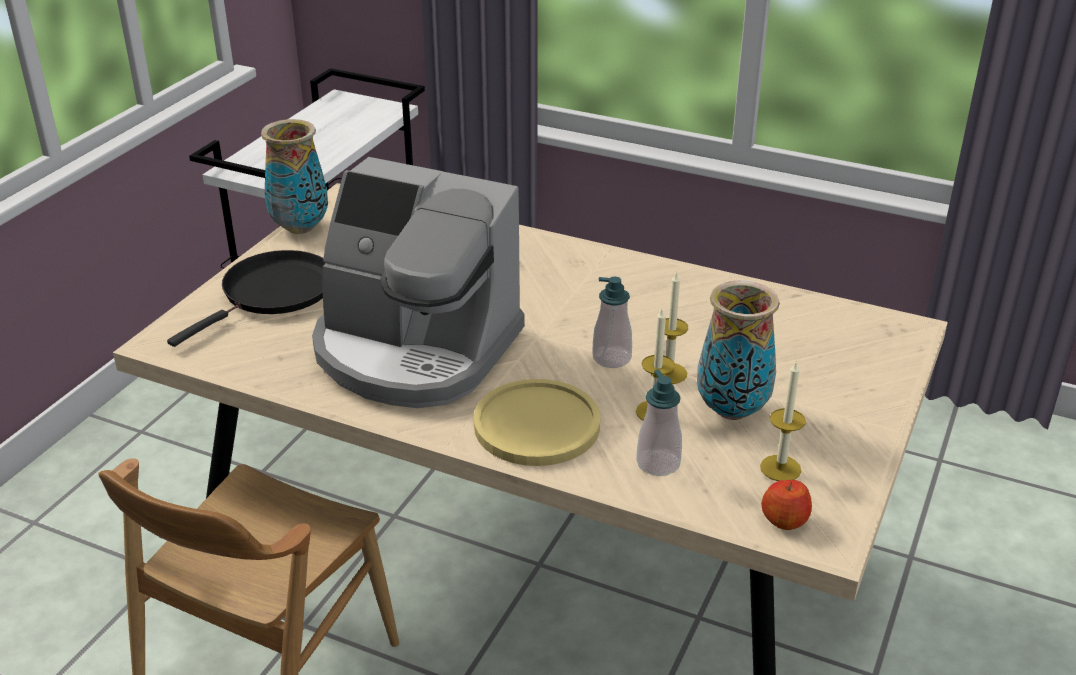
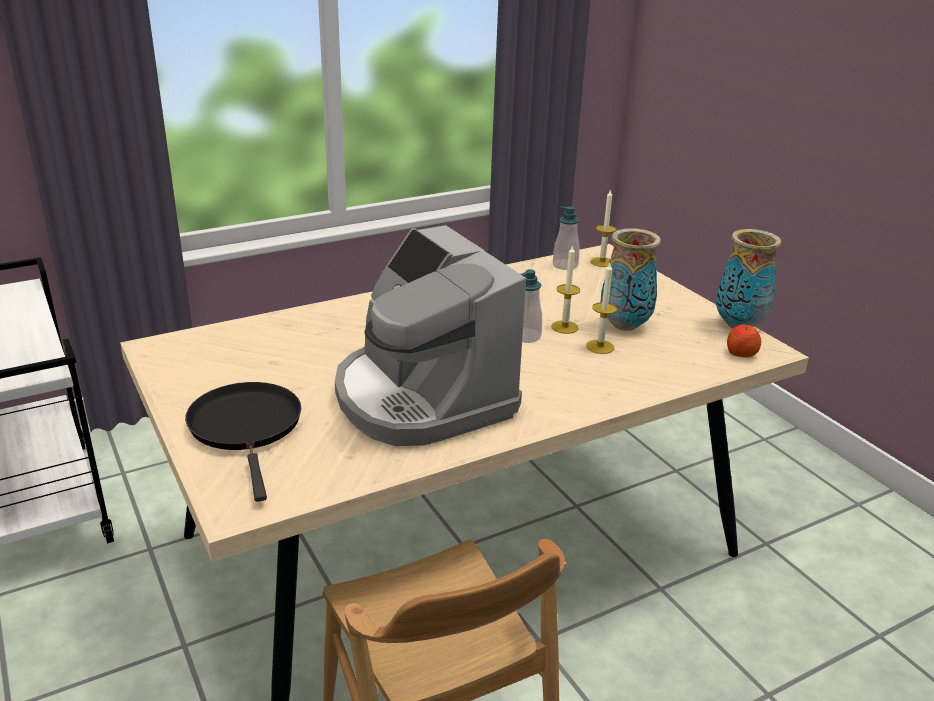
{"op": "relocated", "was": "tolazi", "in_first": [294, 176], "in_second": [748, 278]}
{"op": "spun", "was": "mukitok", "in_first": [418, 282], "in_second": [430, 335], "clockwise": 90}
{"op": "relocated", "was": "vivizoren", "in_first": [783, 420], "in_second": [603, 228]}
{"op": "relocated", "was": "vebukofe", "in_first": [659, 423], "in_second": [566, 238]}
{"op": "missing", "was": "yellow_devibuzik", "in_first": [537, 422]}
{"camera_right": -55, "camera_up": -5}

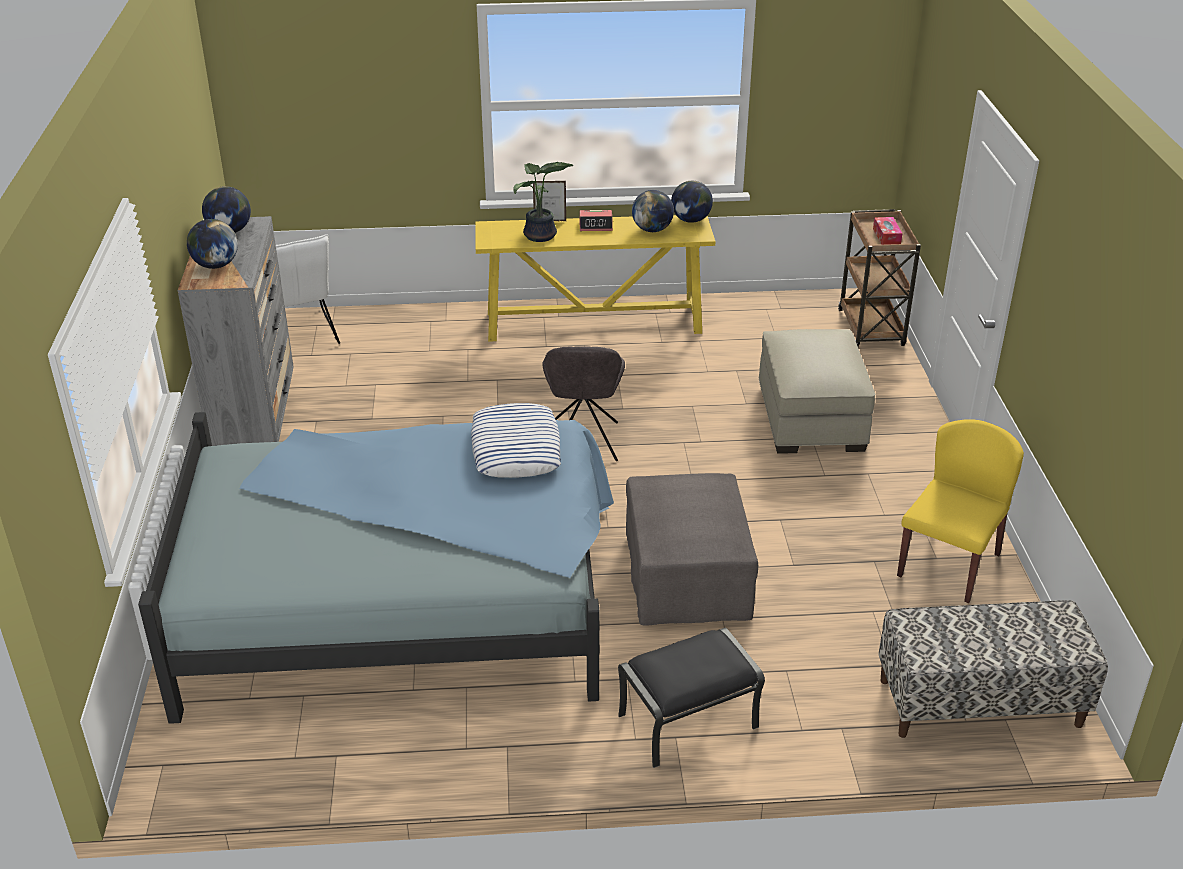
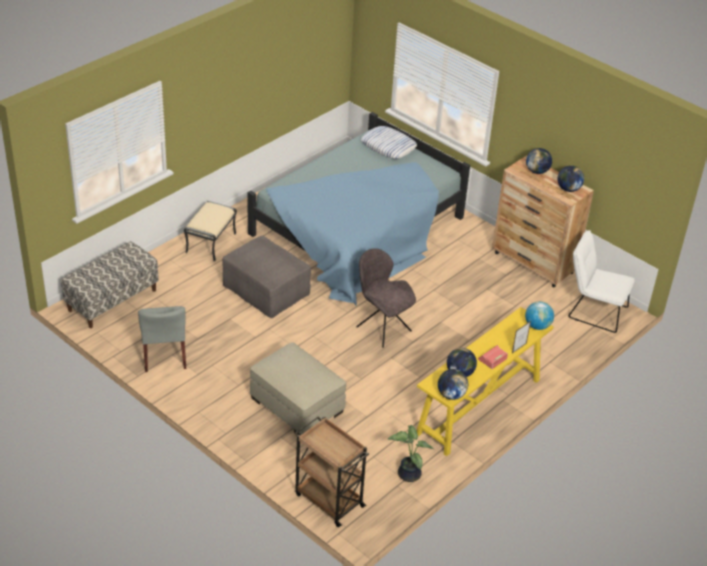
{"op": "relocated", "was": "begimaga", "in_first": [543, 202], "in_second": [411, 453]}
{"op": "colour", "was": "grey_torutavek", "now": "brown_torutavek", "in_first": [236, 331], "in_second": [543, 221]}
{"op": "missing", "was": "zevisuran", "in_first": [888, 231]}
{"op": "relocated", "was": "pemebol", "in_first": [516, 440], "in_second": [389, 142]}
{"op": "colour", "was": "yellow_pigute", "now": "grey_pigute", "in_first": [960, 511], "in_second": [162, 339]}
{"op": "colour", "was": "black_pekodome", "now": "beige_pekodome", "in_first": [691, 698], "in_second": [210, 231]}
{"op": "appeared", "now": "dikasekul", "in_second": [539, 315]}
{"camera_right": 135, "camera_up": 5}

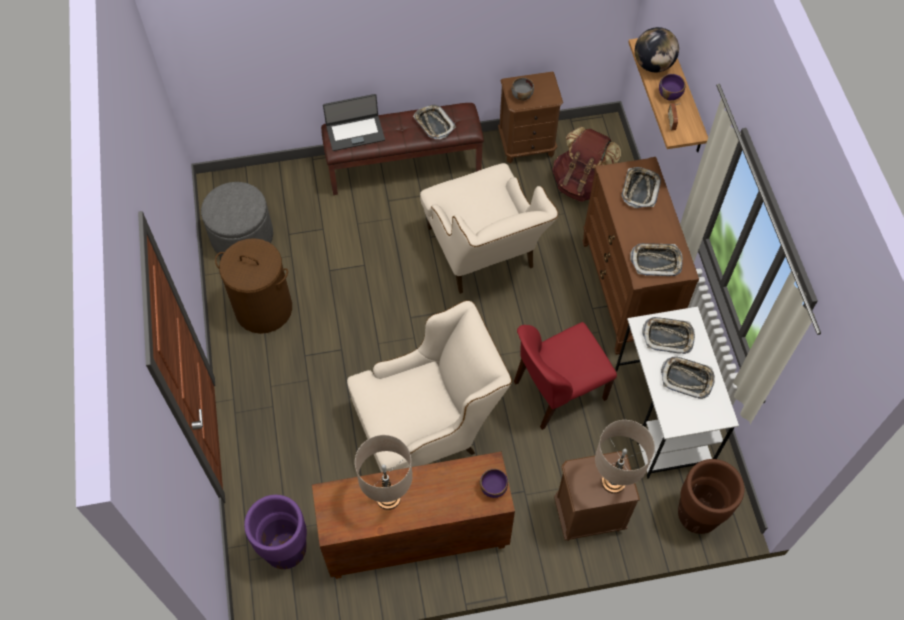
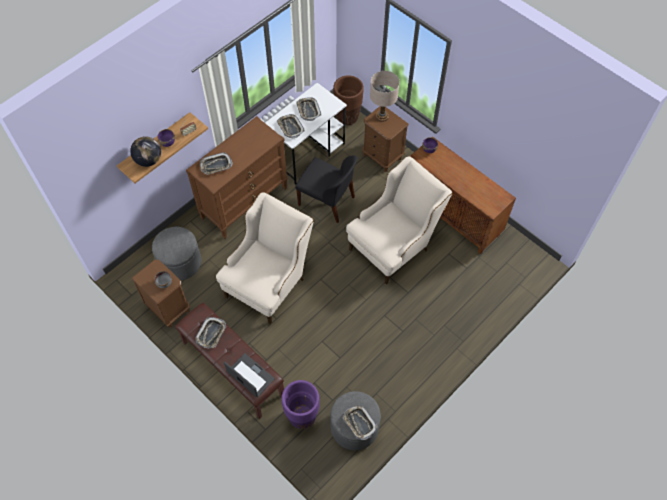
{"op": "exchanged", "was": "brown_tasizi", "now": "grey_pekodome", "in_first": [587, 164], "in_second": [176, 253]}
{"op": "missing", "was": "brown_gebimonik", "in_first": [253, 286]}
{"op": "relocated", "was": "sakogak", "in_first": [656, 259], "in_second": [359, 422]}
{"op": "spun", "was": "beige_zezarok", "in_first": [429, 386], "in_second": [399, 220], "clockwise": 105}
{"op": "colour", "was": "red_pigute", "now": "black_pigute", "in_first": [565, 376], "in_second": [326, 189]}
{"op": "missing", "was": "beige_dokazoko", "in_first": [384, 472]}
{"op": "relocated", "was": "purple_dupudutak", "in_first": [275, 532], "in_second": [300, 404]}
{"camera_right": -125, "camera_up": 0}

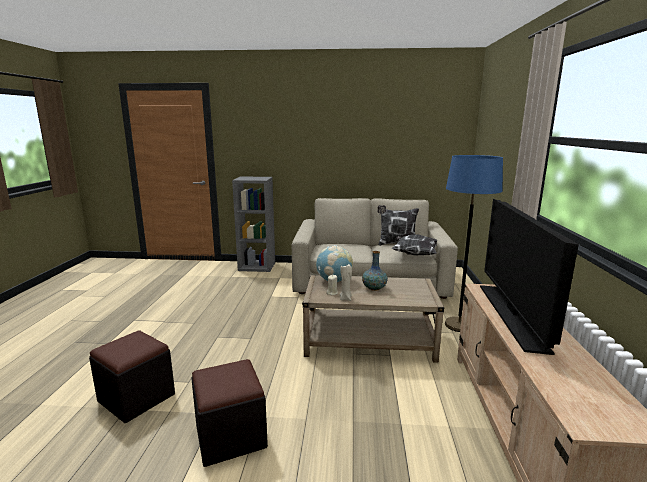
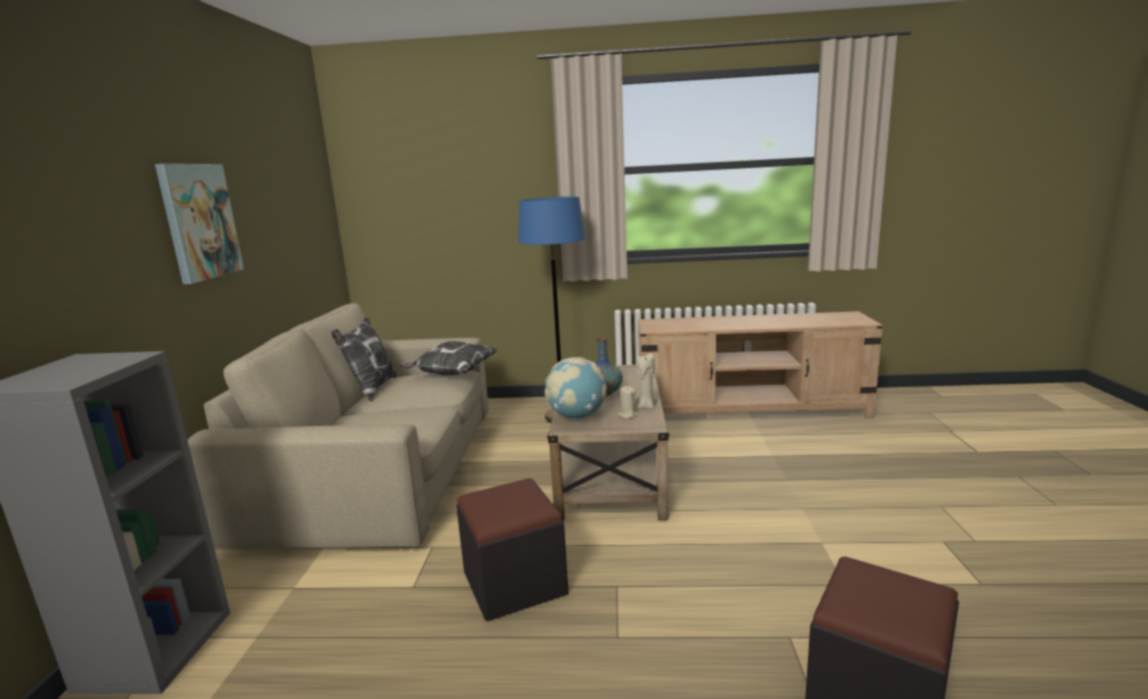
{"op": "missing", "was": "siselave", "in_first": [529, 277]}
{"op": "relocated", "was": "black_pekodome", "in_first": [229, 413], "in_second": [512, 549]}
{"op": "appeared", "now": "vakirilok", "in_second": [199, 224]}
{"camera_right": -90, "camera_up": 0}

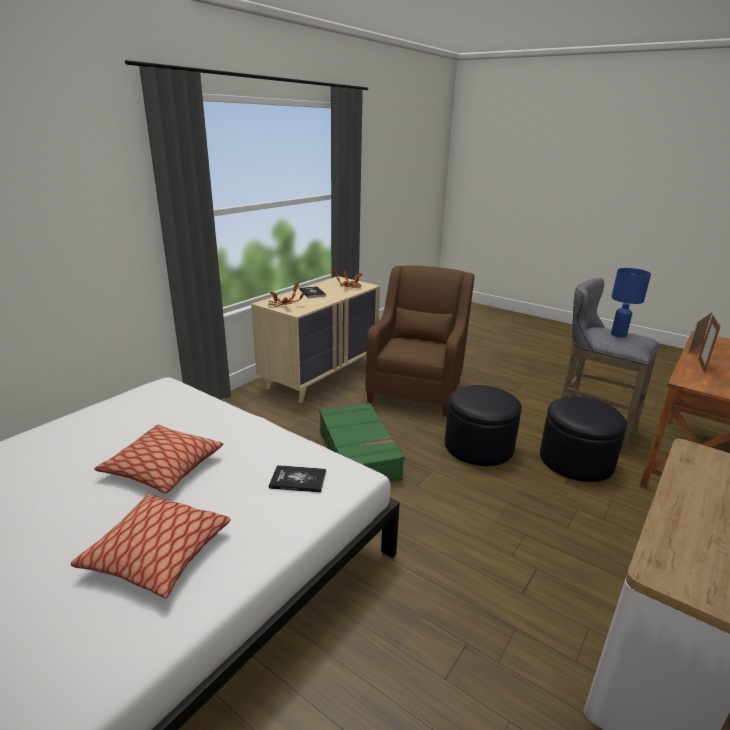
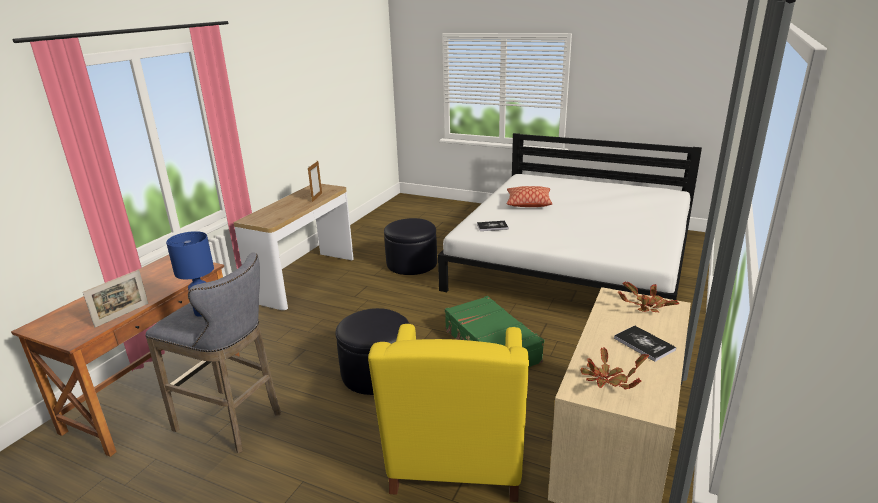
{"op": "colour", "was": "brown_zezarok", "now": "yellow_zezarok", "in_first": [420, 341], "in_second": [448, 413]}
{"op": "relocated", "was": "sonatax", "in_first": [709, 344], "in_second": [315, 181]}
{"op": "relocated", "was": "black_pekodome", "in_first": [583, 439], "in_second": [410, 246]}
{"op": "missing", "was": "pemebol", "in_first": [158, 459]}
{"camera_right": 170, "camera_up": 0}

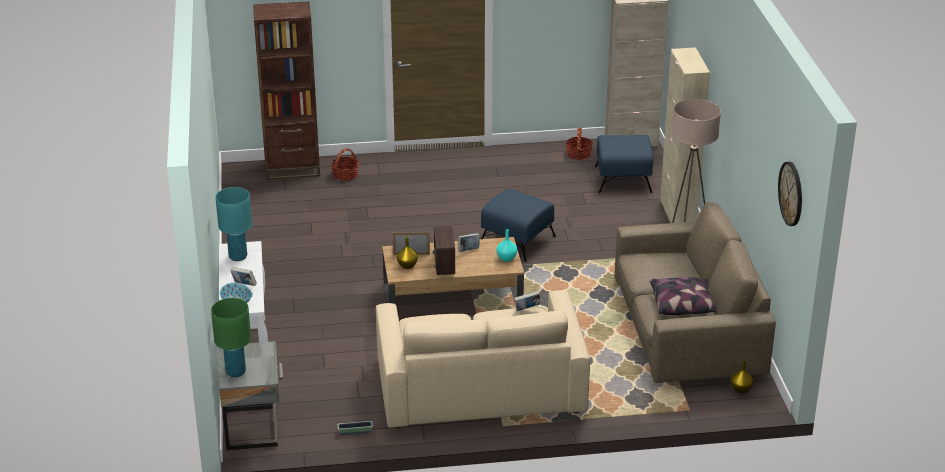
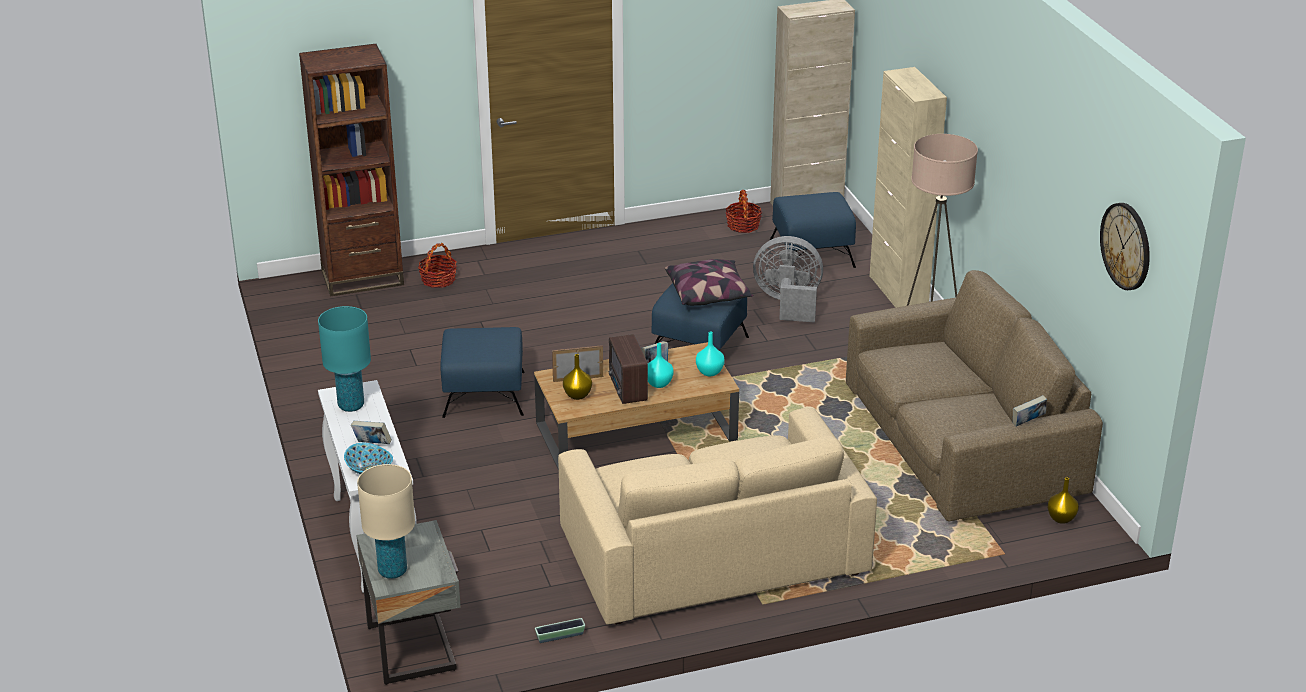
{"op": "relocated", "was": "pemebol", "in_first": [684, 296], "in_second": [709, 282]}
{"op": "relocated", "was": "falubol", "in_first": [527, 301], "in_second": [1030, 410]}
{"op": "colour", "was": "green_dokazoko", "now": "beige_dokazoko", "in_first": [231, 337], "in_second": [386, 521]}
{"op": "appeared", "now": "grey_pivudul", "in_second": [788, 279]}
{"op": "appeared", "now": "blue_pekodome", "in_second": [482, 372]}
{"op": "appeared", "now": "turquoise_tolazi", "in_second": [661, 365]}
{"camera_right": -10, "camera_up": 0}

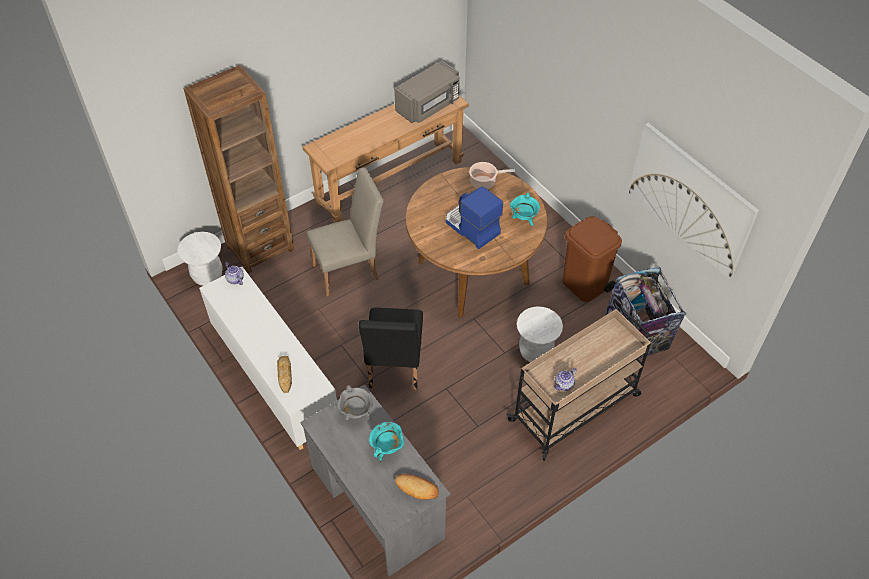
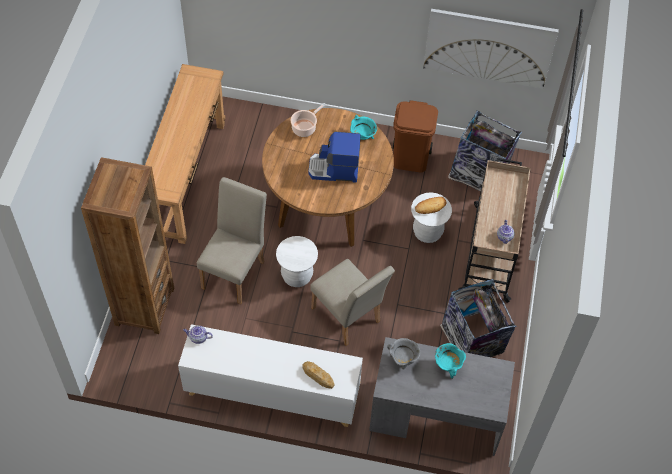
{"op": "missing", "was": "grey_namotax", "in_first": [427, 91]}
{"op": "relocated", "was": "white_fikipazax", "in_first": [200, 259], "in_second": [297, 261]}
{"op": "colour", "was": "black_pigute", "now": "beige_pigute", "in_first": [391, 349], "in_second": [352, 302]}
{"op": "relocated", "was": "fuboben", "in_first": [417, 487], "in_second": [431, 205]}
{"op": "appeared", "now": "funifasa", "in_second": [478, 318]}
{"camera_right": -45, "camera_up": 5}

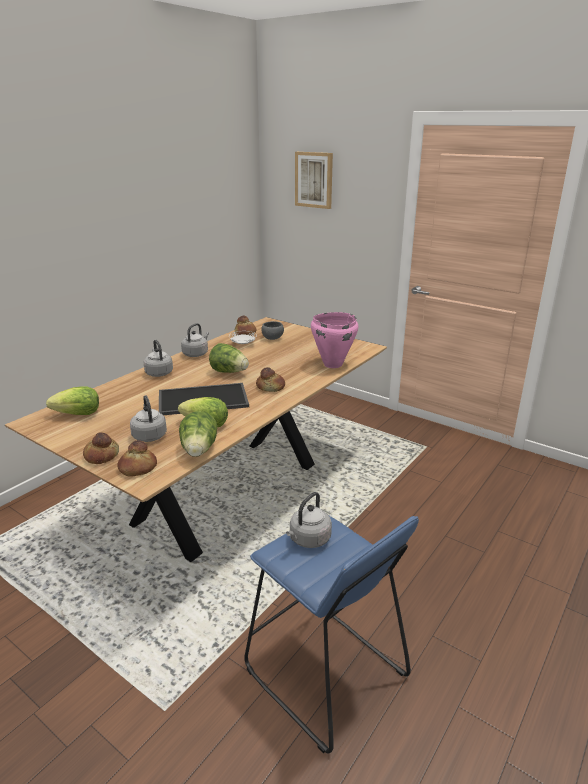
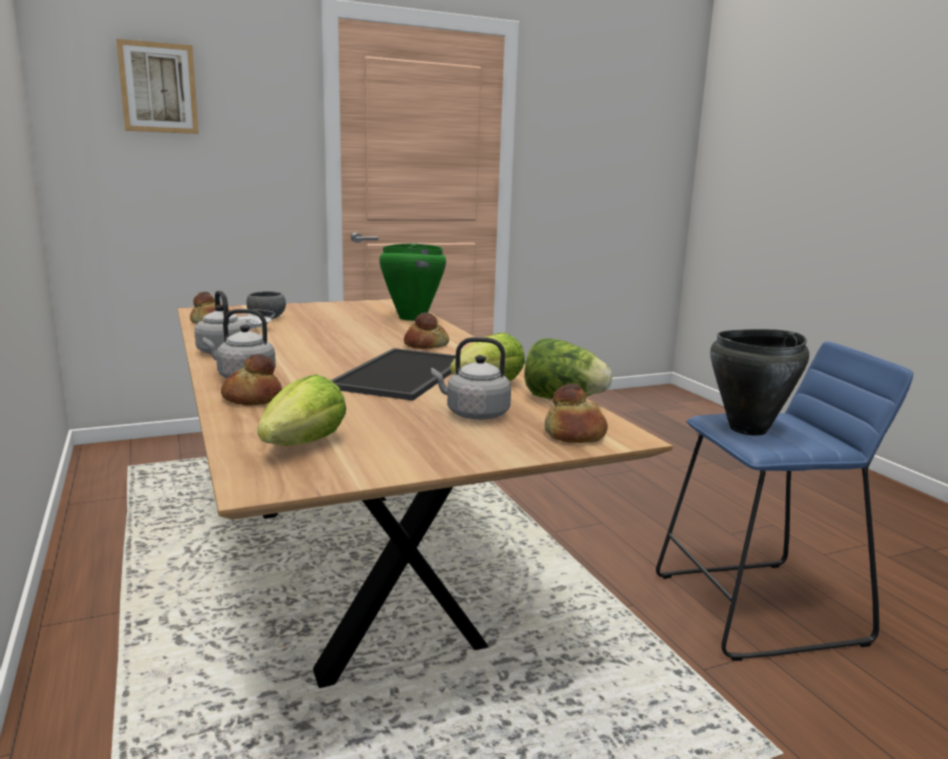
{"op": "colour", "was": "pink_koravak", "now": "green_koravak", "in_first": [334, 340], "in_second": [412, 282]}
{"op": "missing", "was": "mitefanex", "in_first": [229, 358]}
{"op": "relocated", "was": "fuboben", "in_first": [101, 448], "in_second": [251, 380]}
{"op": "exchanged", "was": "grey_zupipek", "now": "black_koravak", "in_first": [309, 520], "in_second": [759, 382]}
{"camera_right": -60, "camera_up": -10}

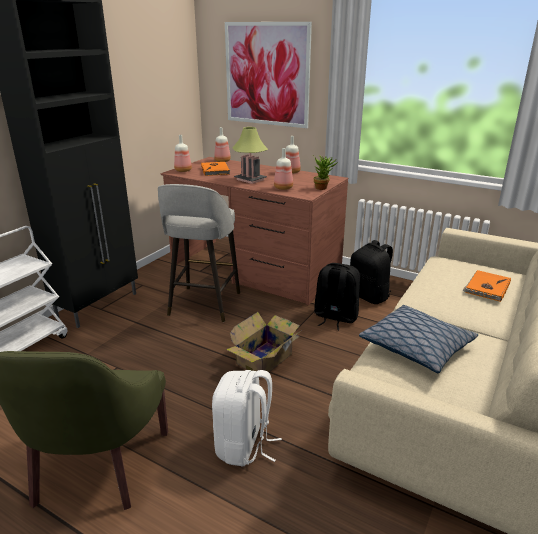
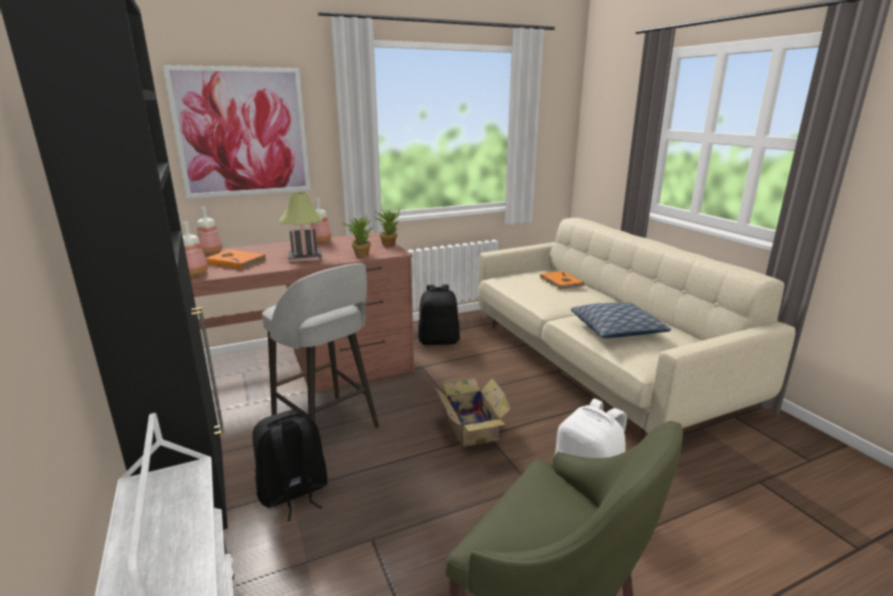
{"op": "exchanged", "was": "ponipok", "now": "begimaga", "in_first": [283, 169], "in_second": [358, 235]}
{"op": "relocated", "was": "black_tasizi", "in_first": [337, 296], "in_second": [290, 465]}
{"camera_right": -55, "camera_up": -5}

